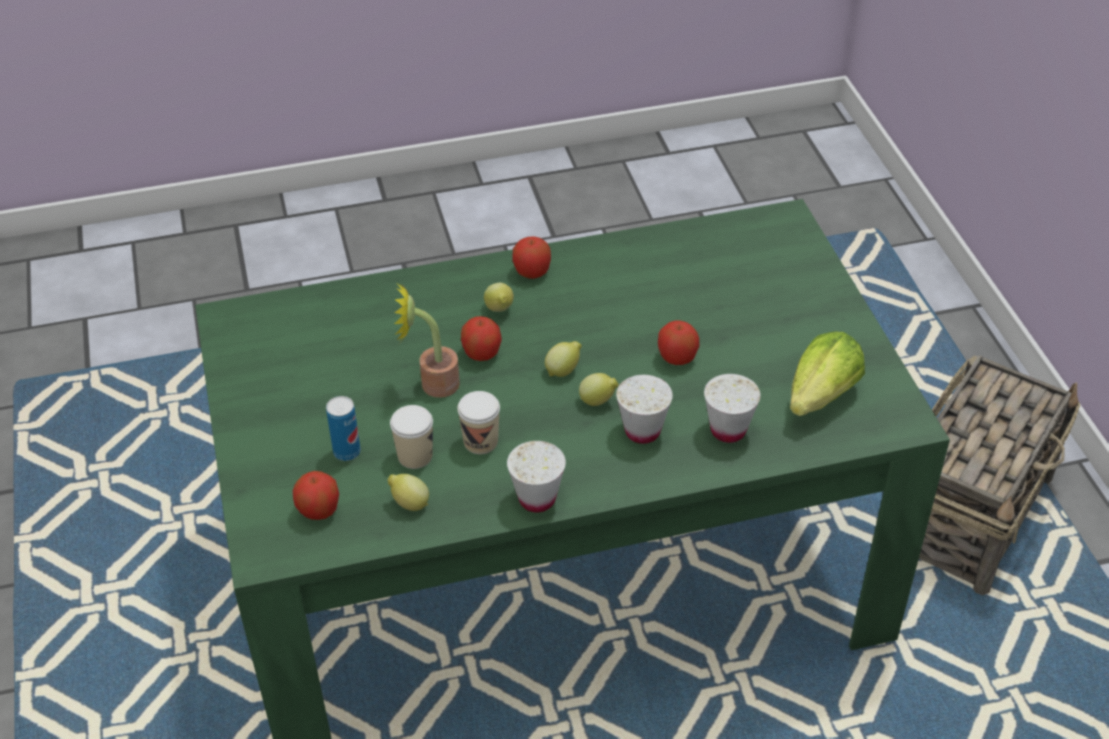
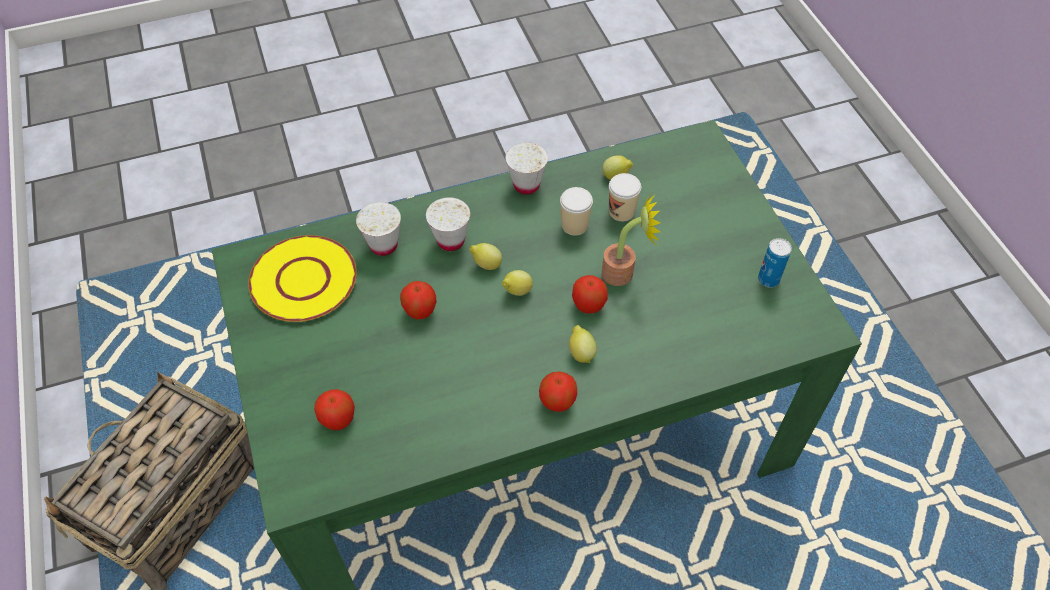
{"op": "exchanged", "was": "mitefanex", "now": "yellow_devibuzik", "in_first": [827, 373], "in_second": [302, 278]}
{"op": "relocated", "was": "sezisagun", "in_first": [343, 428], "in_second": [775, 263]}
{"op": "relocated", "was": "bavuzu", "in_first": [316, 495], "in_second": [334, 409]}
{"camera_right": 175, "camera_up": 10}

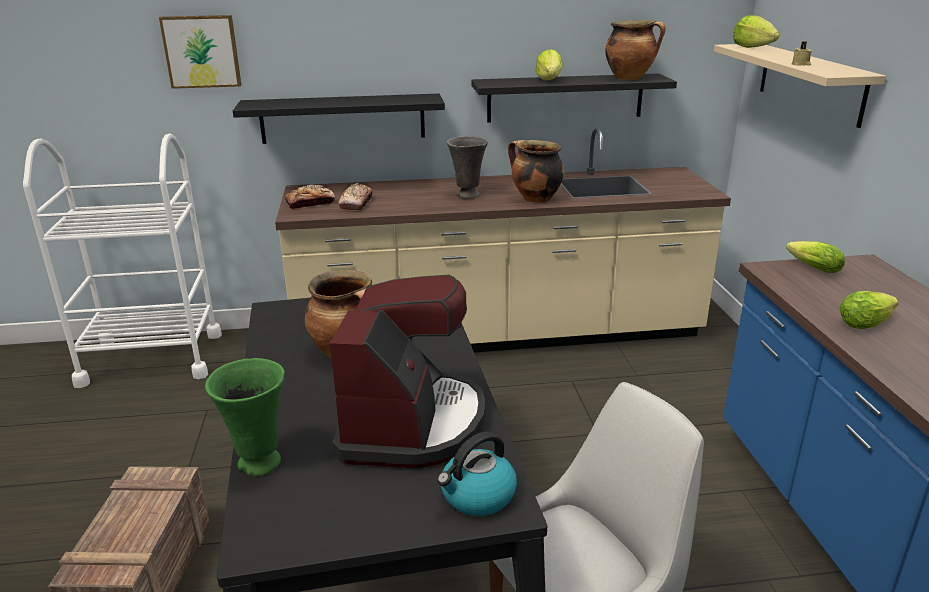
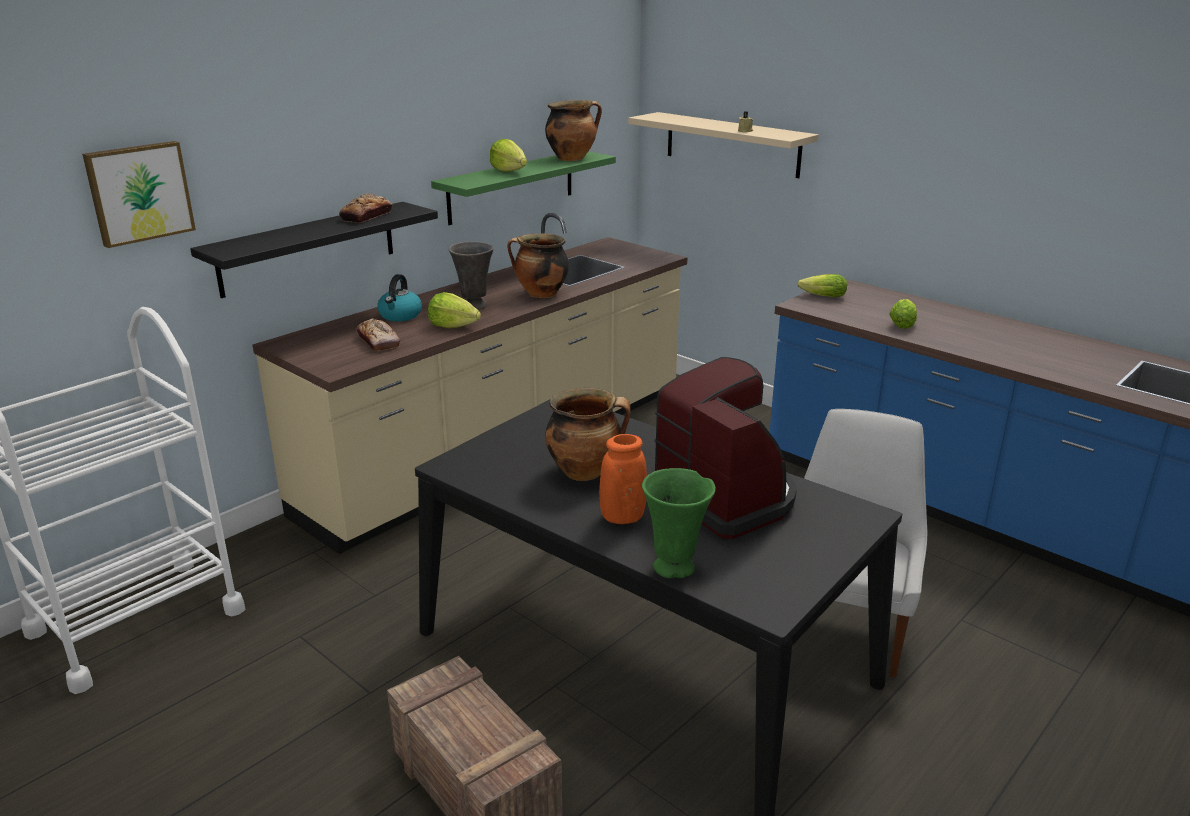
{"op": "relocated", "was": "mitefanex", "in_first": [756, 31], "in_second": [454, 310]}
{"op": "colour", "was": "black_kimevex", "now": "green_kimevex", "in_first": [574, 98], "in_second": [523, 188]}
{"op": "relocated", "was": "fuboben", "in_first": [310, 197], "in_second": [365, 208]}
{"op": "relocated", "was": "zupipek", "in_first": [477, 473], "in_second": [399, 297]}
{"op": "appeared", "now": "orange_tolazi", "in_second": [623, 479]}
{"camera_right": -40, "camera_up": 0}

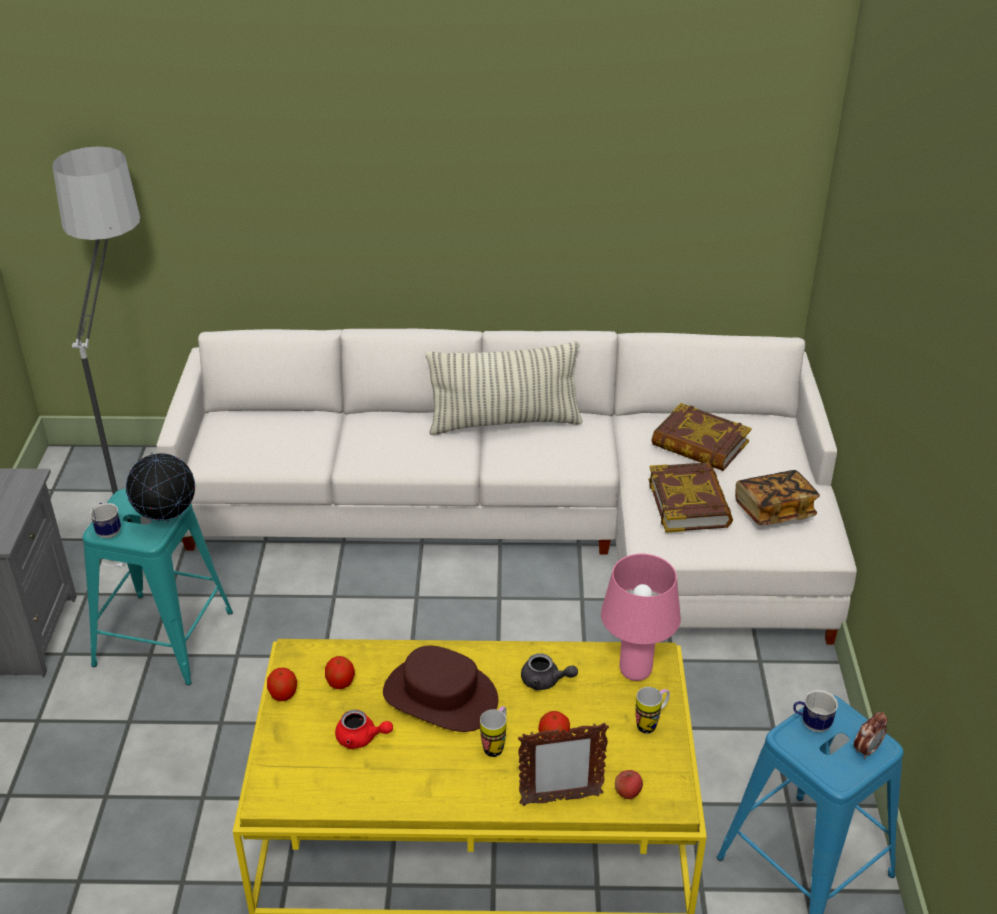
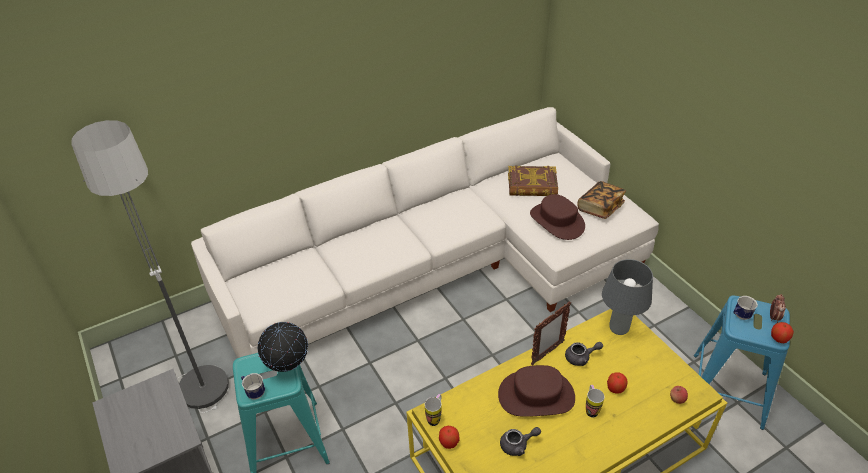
{"op": "missing", "was": "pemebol", "in_first": [504, 388]}
{"op": "exchanged", "was": "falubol", "now": "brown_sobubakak", "in_first": [691, 497], "in_second": [557, 217]}
{"op": "colour", "was": "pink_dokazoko", "now": "grey_dokazoko", "in_first": [641, 617], "in_second": [627, 297]}
{"op": "relocated", "was": "bavuzu", "in_first": [340, 672], "in_second": [782, 332]}
{"op": "relocated", "was": "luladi", "in_first": [653, 710], "in_second": [433, 410]}
{"op": "colour", "was": "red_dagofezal", "now": "grey_dagofezal", "in_first": [364, 729], "in_second": [520, 441]}
{"op": "relocated", "was": "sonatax", "in_first": [563, 764], "in_second": [551, 333]}
{"camera_right": -30, "camera_up": 5}

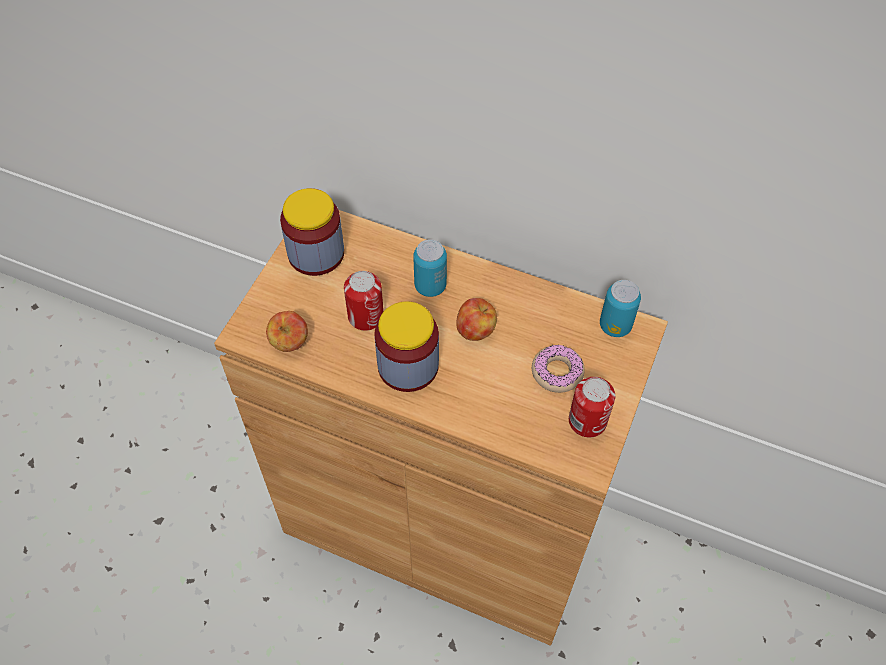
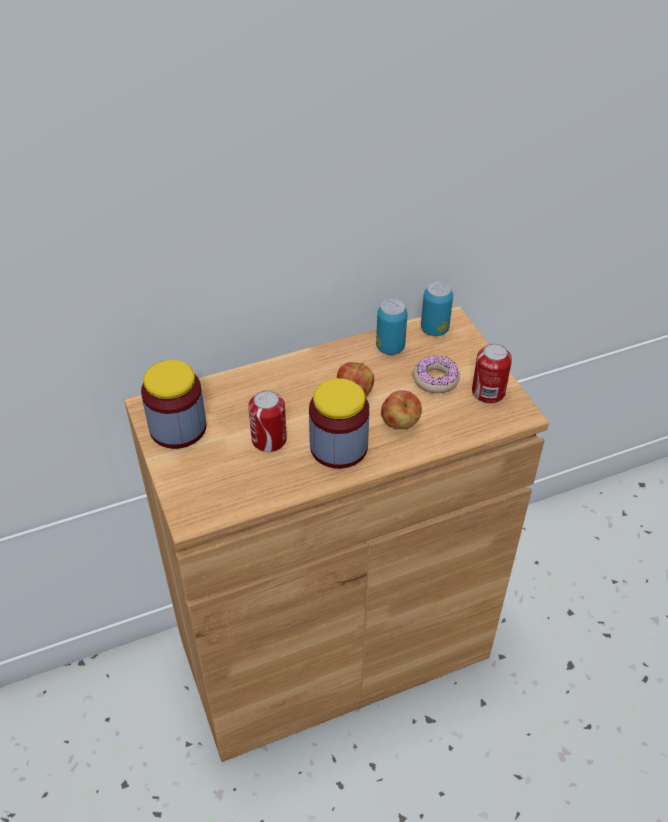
{"op": "relocated", "was": "sezisagun", "in_first": [430, 268], "in_second": [392, 327]}
{"op": "relocated", "was": "bavuzu", "in_first": [287, 331], "in_second": [401, 409]}
{"camera_right": -45, "camera_up": -10}

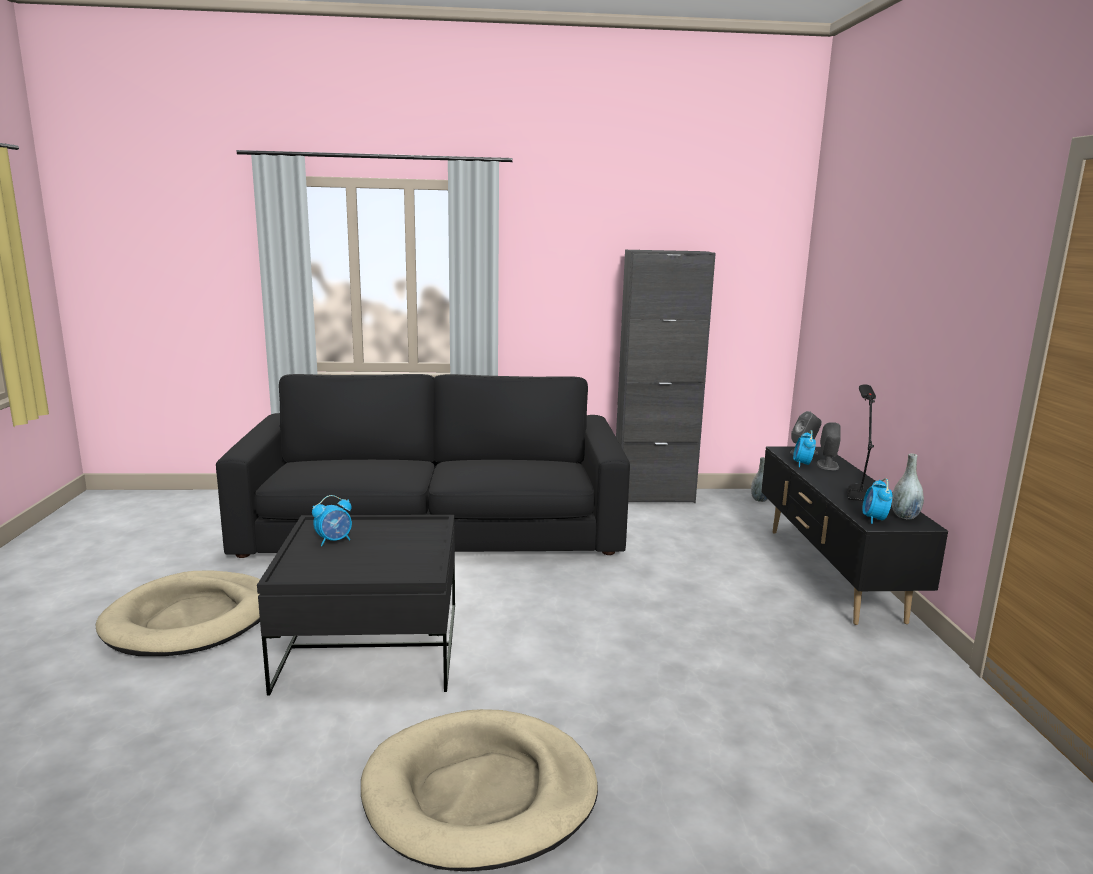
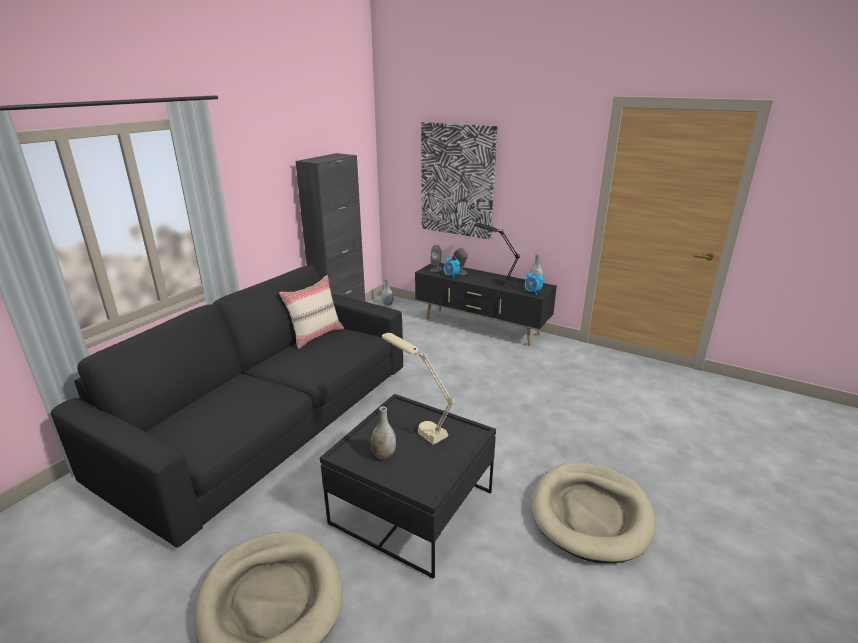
{"op": "exchanged", "was": "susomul", "now": "grey_tolazi", "in_first": [332, 520], "in_second": [383, 432]}
{"op": "appeared", "now": "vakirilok", "in_second": [459, 181]}
{"op": "appeared", "now": "beige_pemebol", "in_second": [311, 312]}
{"op": "appeared", "now": "beige_dokazoko", "in_second": [418, 389]}
{"camera_right": -55, "camera_up": 10}

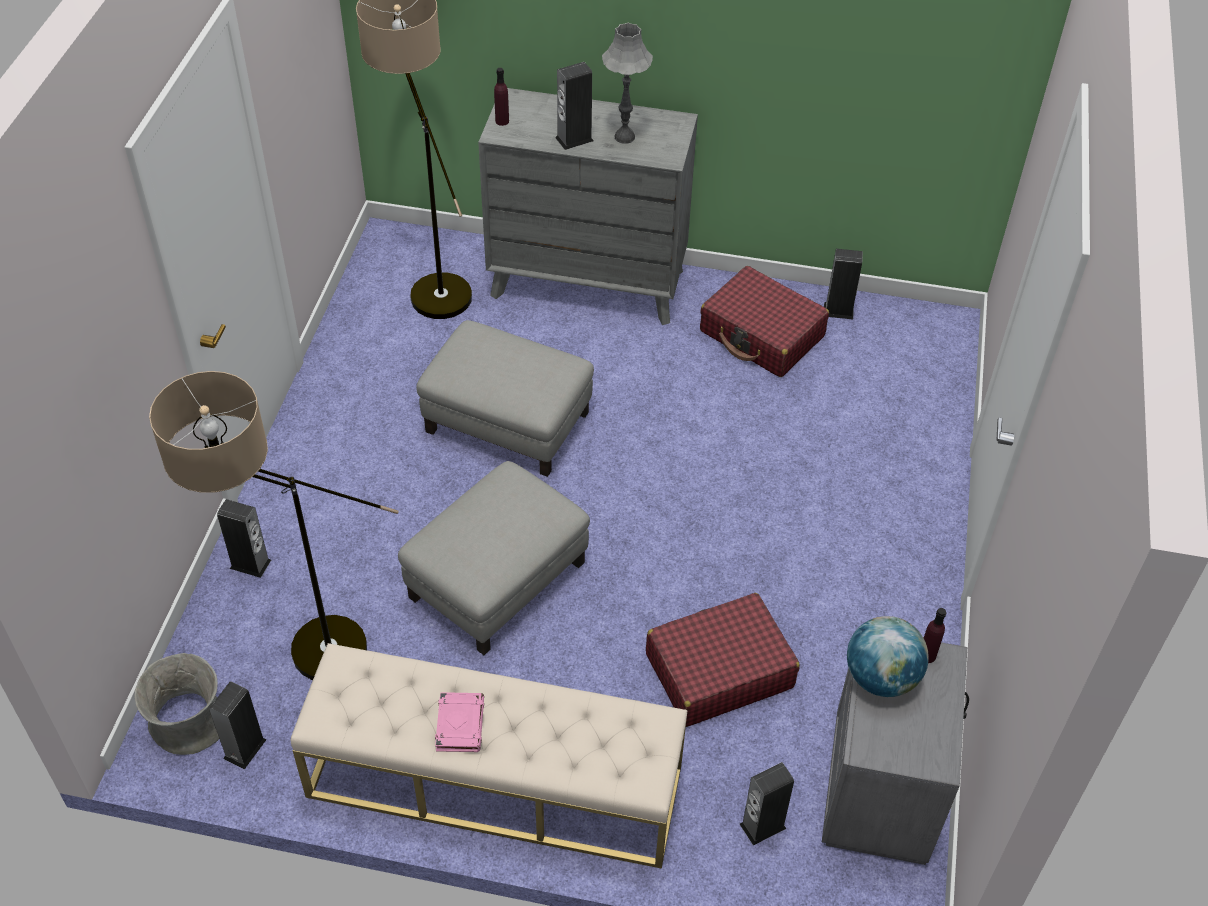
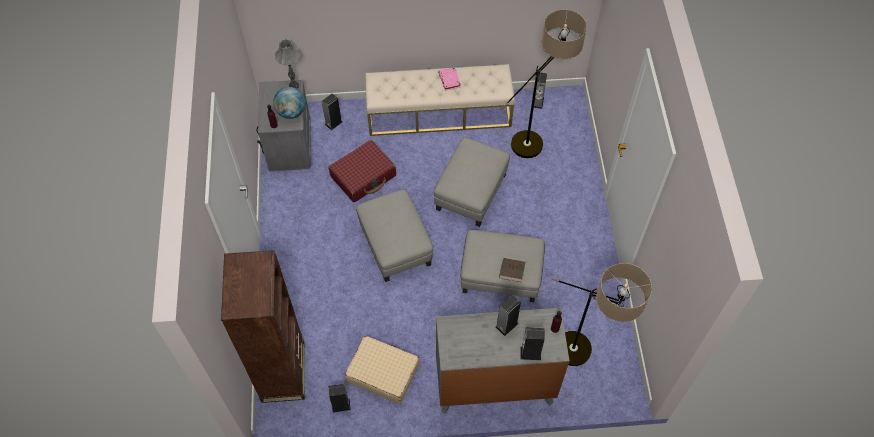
{"op": "relocated", "was": "grey_dokazoko", "in_first": [627, 83], "in_second": [287, 64]}
{"op": "colour", "was": "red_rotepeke", "now": "beige_rotepeke", "in_first": [764, 321], "in_second": [382, 370]}
{"op": "relocated", "was": "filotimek", "in_first": [244, 538], "in_second": [532, 343]}
{"op": "missing", "was": "grey_tolazi", "in_first": [176, 704]}
{"op": "appeared", "now": "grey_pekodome", "in_second": [394, 235]}
{"op": "appeared", "now": "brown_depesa", "in_second": [263, 326]}
{"op": "appeared", "now": "brown_falubol", "in_second": [512, 270]}
{"camera_right": 165, "camera_up": 10}

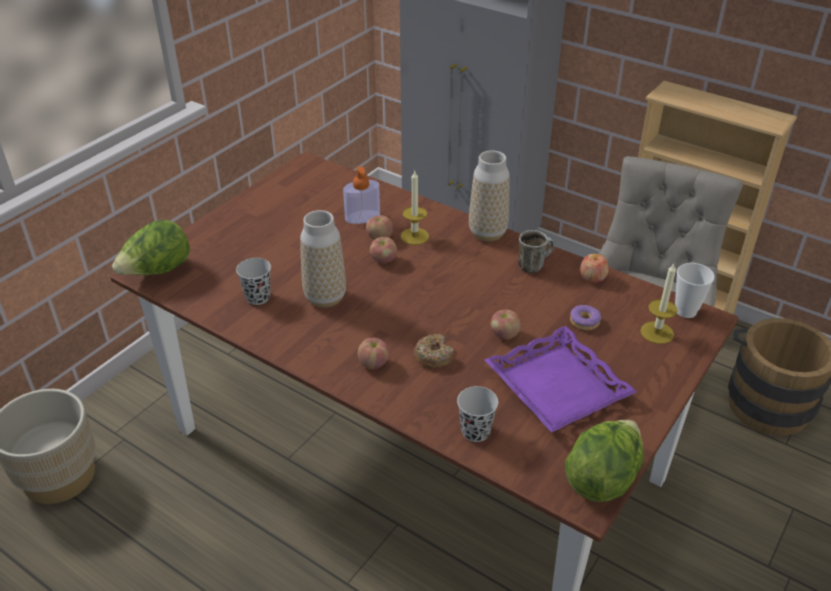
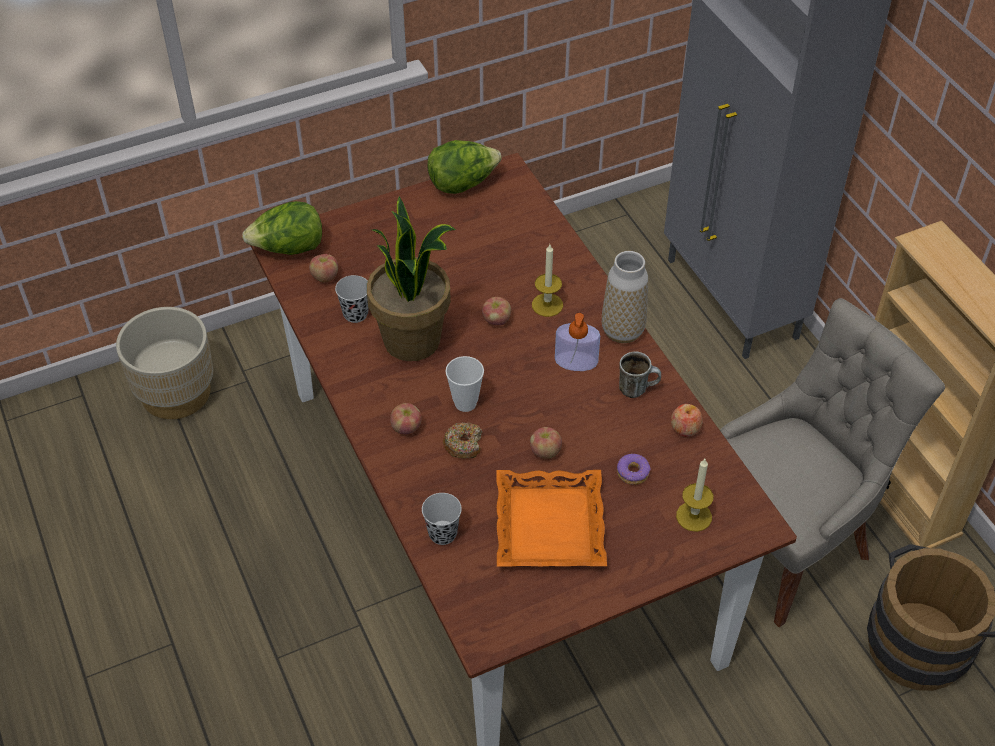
{"op": "relocated", "was": "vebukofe", "in_first": [361, 195], "in_second": [577, 342]}
{"op": "exchanged", "was": "tolazi", "now": "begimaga", "in_first": [323, 259], "in_second": [411, 278]}
{"op": "relocated", "was": "bavuzu", "in_first": [379, 227], "in_second": [323, 268]}
{"op": "relocated", "was": "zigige", "in_first": [695, 290], "in_second": [464, 384]}
{"op": "colour", "was": "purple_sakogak", "now": "orange_sakogak", "in_first": [561, 379], "in_second": [551, 518]}
{"op": "relocated", "was": "mitefanex", "in_first": [604, 461], "in_second": [464, 167]}
{"camera_right": 30, "camera_up": 10}

